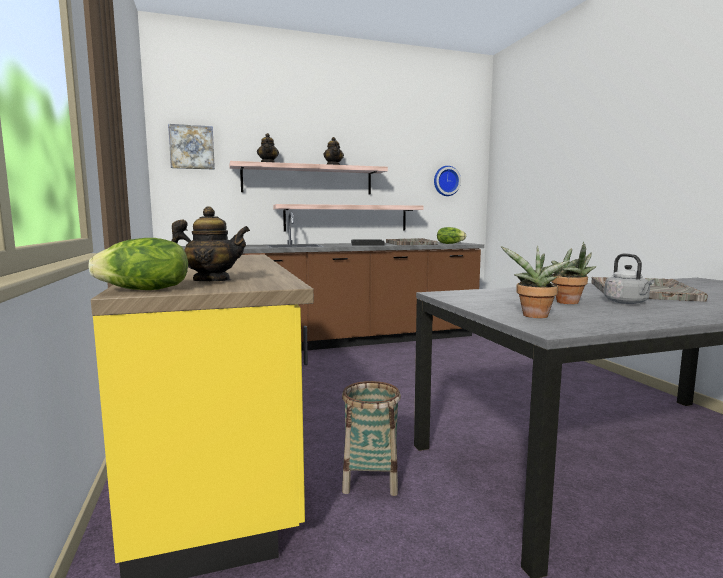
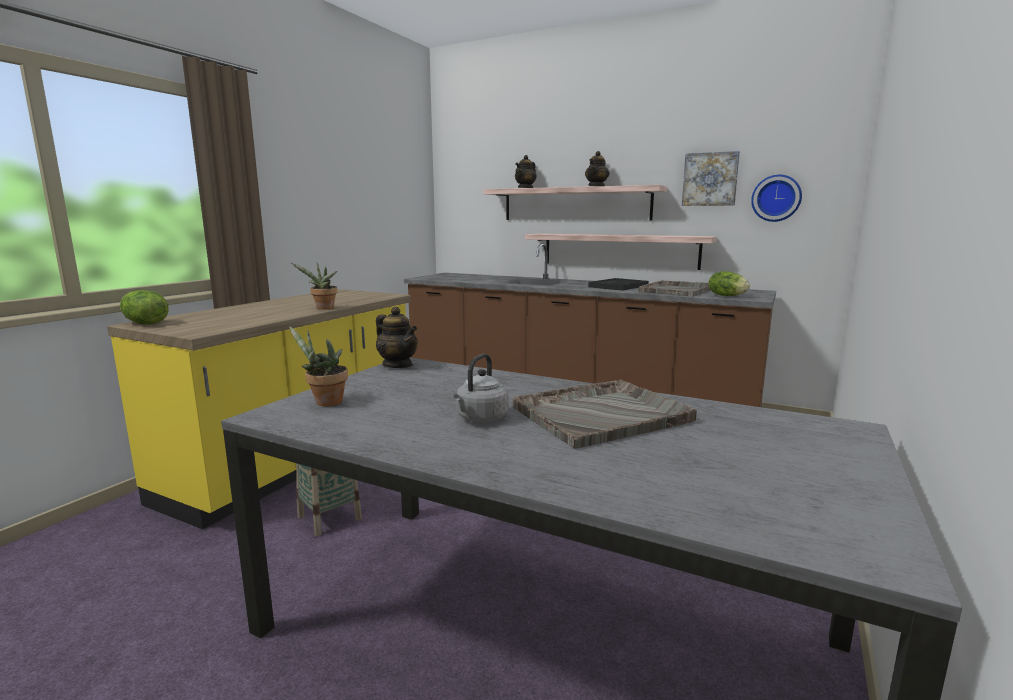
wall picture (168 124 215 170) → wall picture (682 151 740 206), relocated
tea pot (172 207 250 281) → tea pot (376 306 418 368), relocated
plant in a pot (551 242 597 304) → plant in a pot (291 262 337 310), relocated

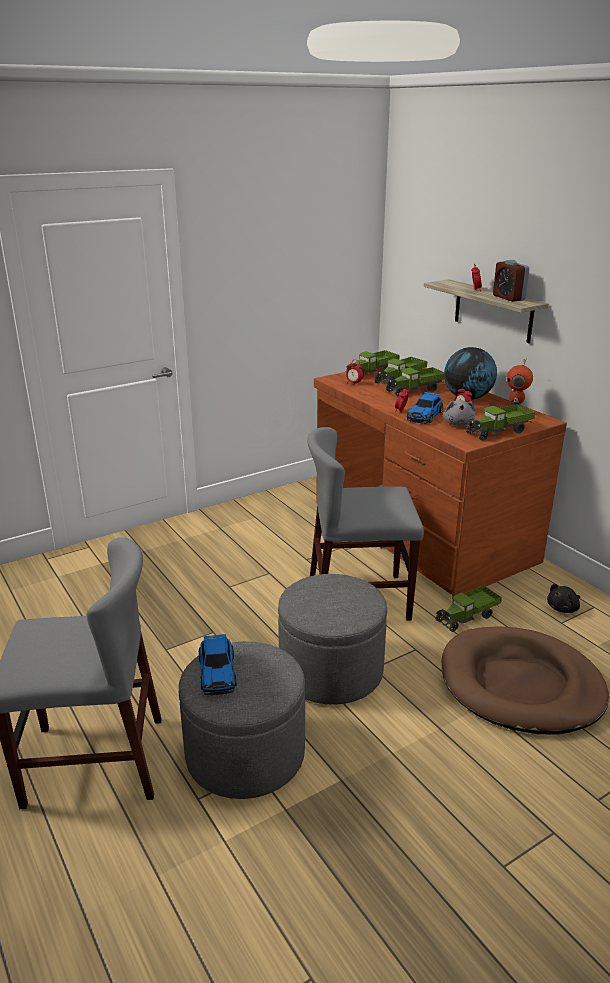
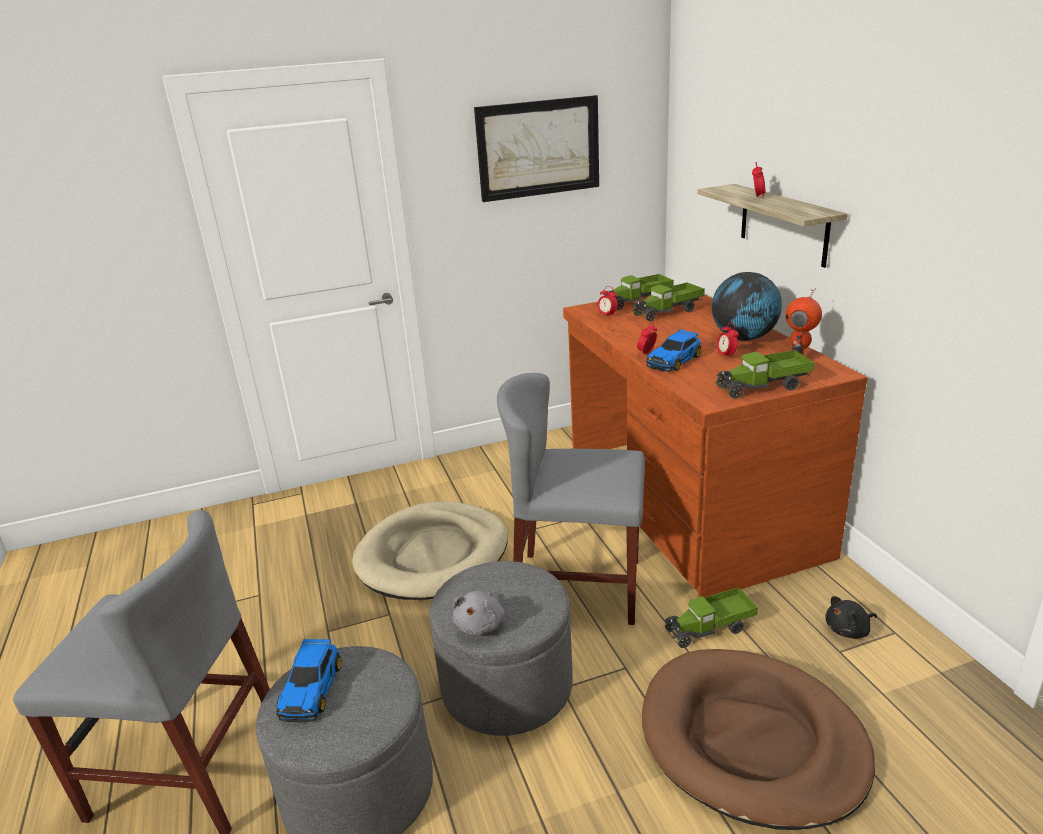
alarm clock (493 260 529 302) → -
toy lorry (385 367 444 397) → -
greyish plush toy (443 400 475 426) → greyish plush toy (453 591 505 635), relocated
- → wall picture (474 95 599 202)
- → beige-coloured dog bed (352 501 508 600)

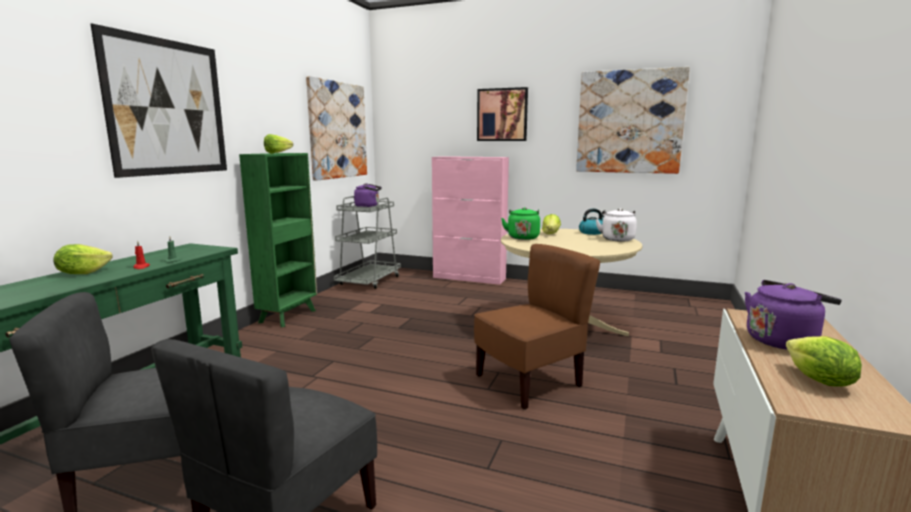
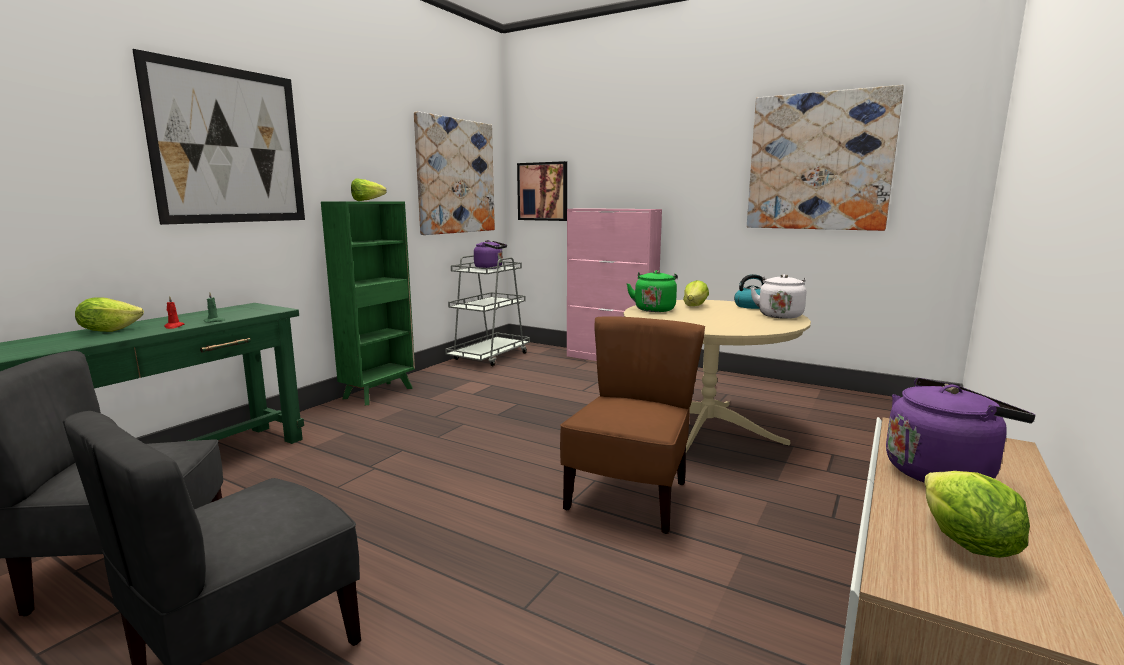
wall picture (477 87 528 141) → wall picture (517 161 567 221), relocated
brown chair (474 244 600 410) → brown chair (560 316 705 534), 45 degrees counterclockwise

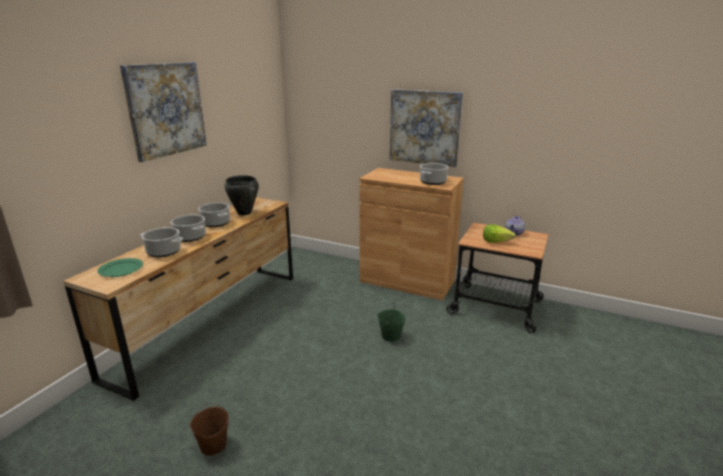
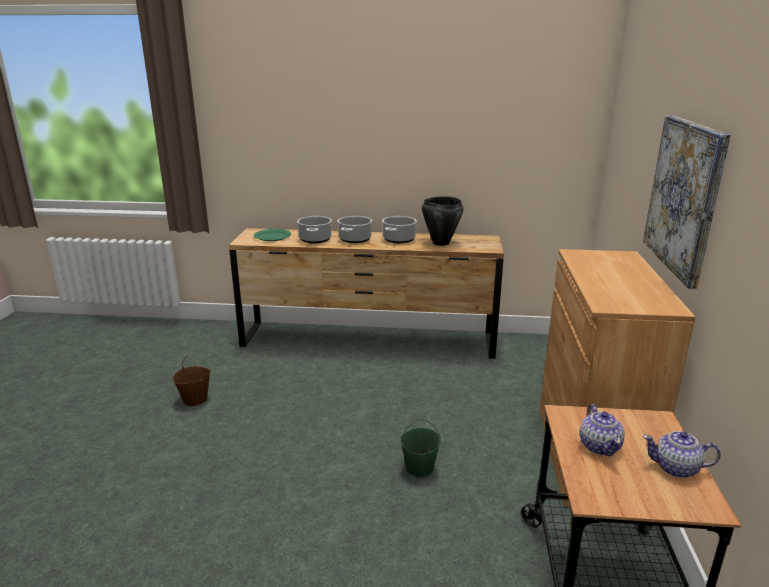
wall picture (120 62 207 162) → -
saucepot (420 163 449 185) → -
head of lettuce (483 224 516 243) → tea pot (580 404 625 456)

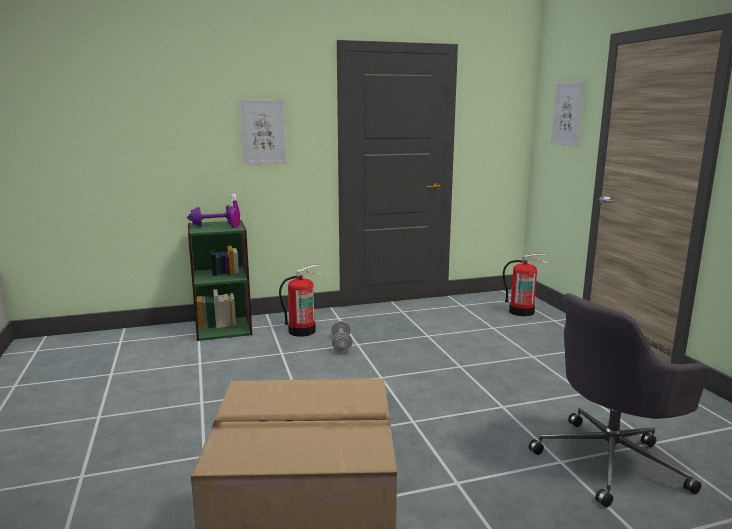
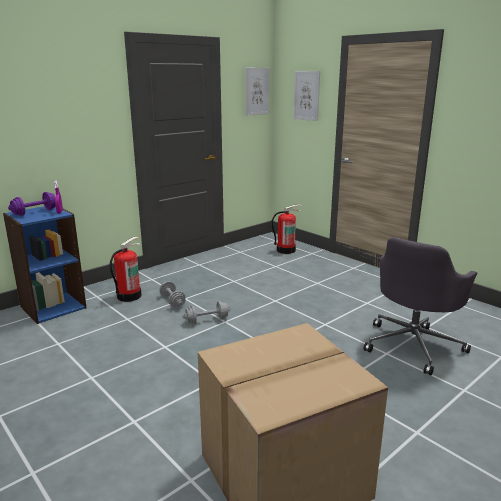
wall picture (239 99 286 165) → wall picture (245 67 269 116), relocated
green shelving unit (188 220 252 341) → blue shelving unit (3 206 87 324)
- → greyish free weight (183 301 230 324)

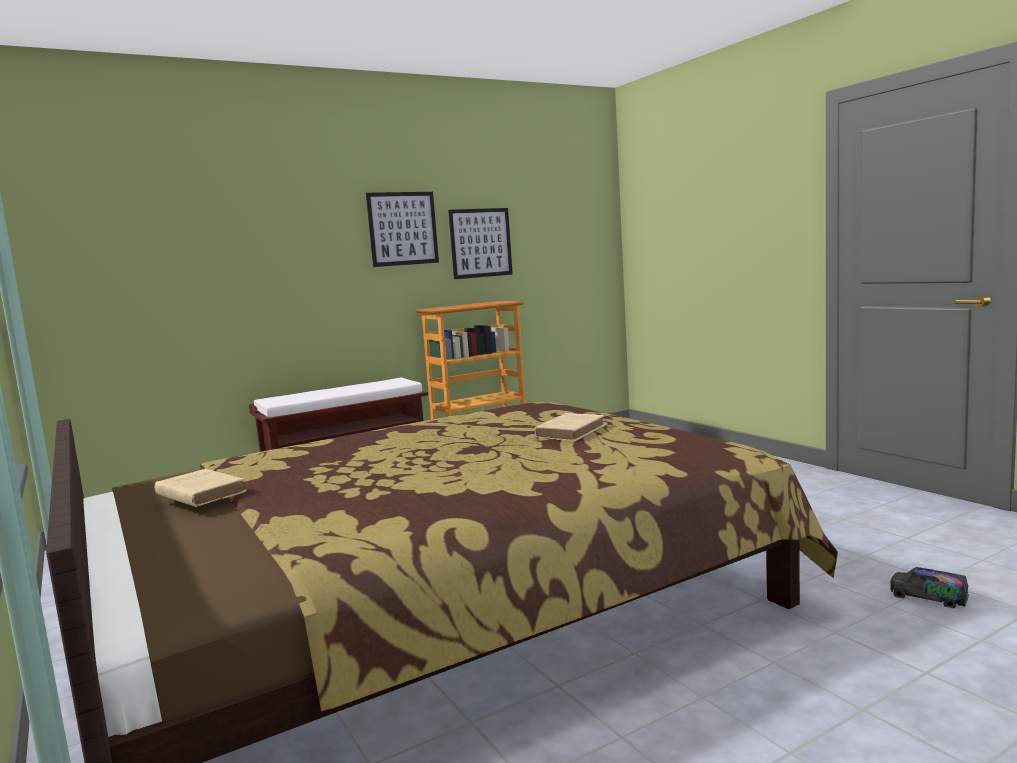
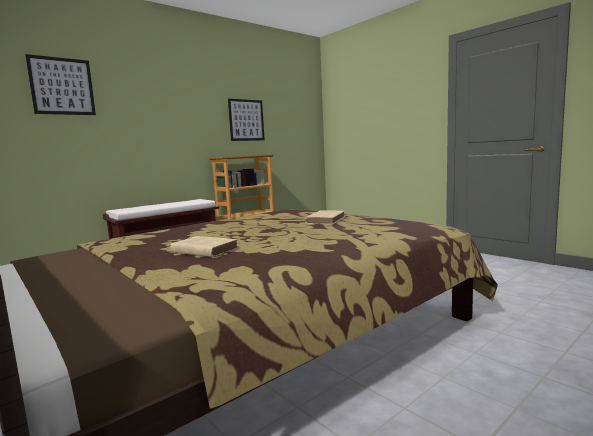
wall picture (366 192 439 267) → wall picture (25 54 96 115), relocated
beige-coloured bound book (155 469 247 507) → beige-coloured bound book (170 236 239 257), relocated
toy lorry (890 567 969 608) → -

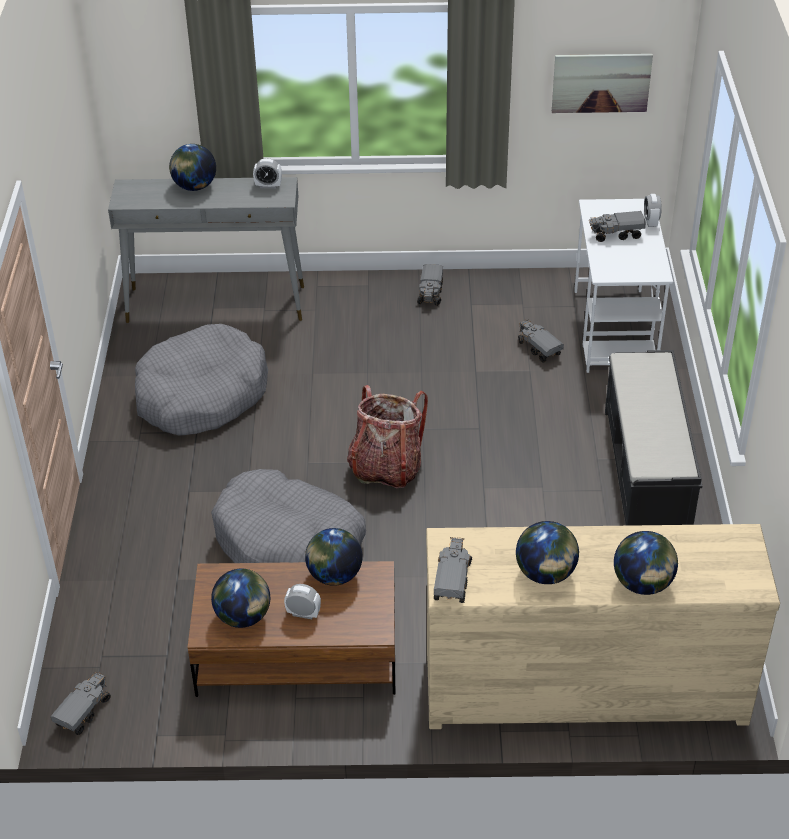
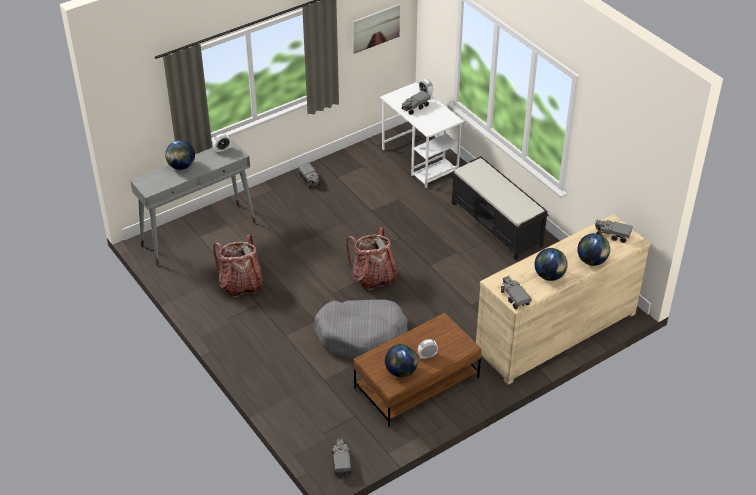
toy lorry (518 319 564 362) → toy lorry (595 220 633 243), relocated
greyish dog bed (135 324 268 436) → knapsack (213 234 263 298)
world globe (305 528 363 586) → -

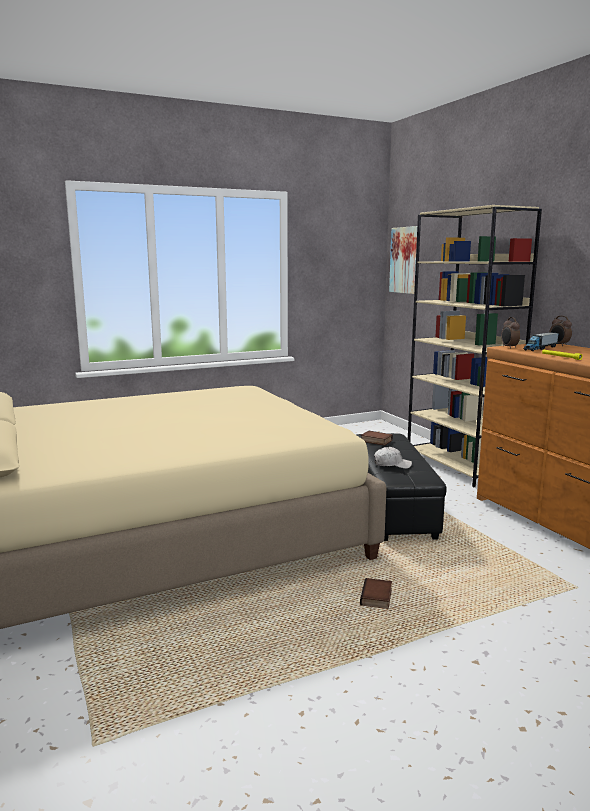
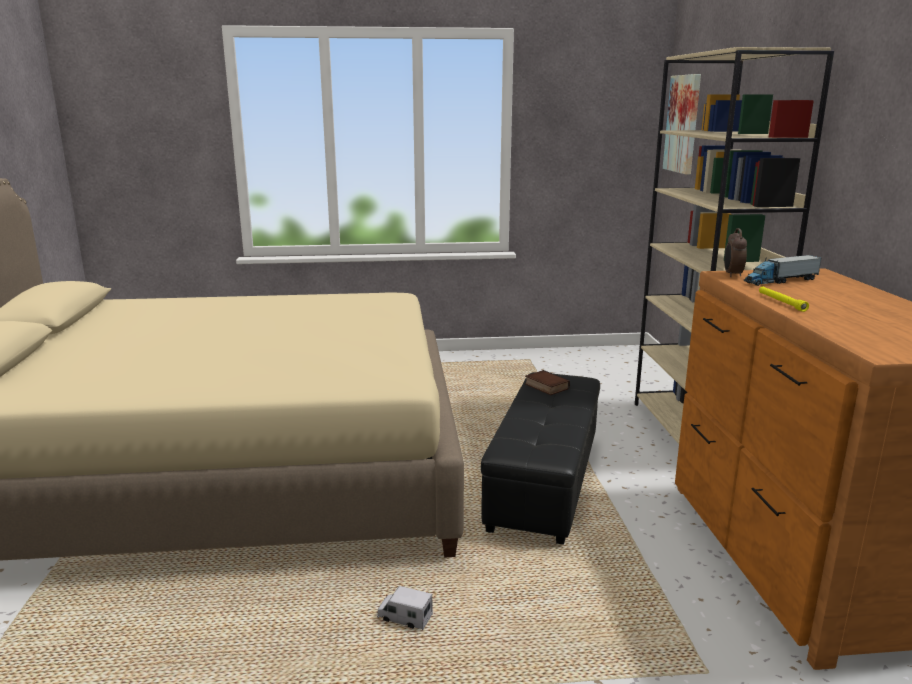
alarm clock (549 316 572 346) → -
white-coloured baseball cap (374 447 412 469) → -
bound book (360 578 392 609) → toy lorry (377 586 433 630)

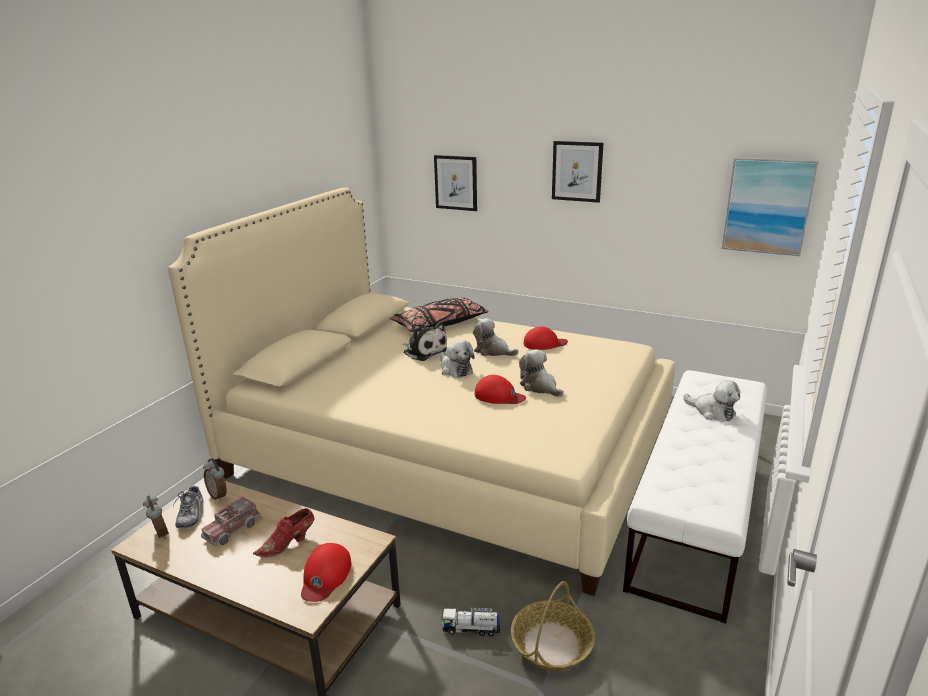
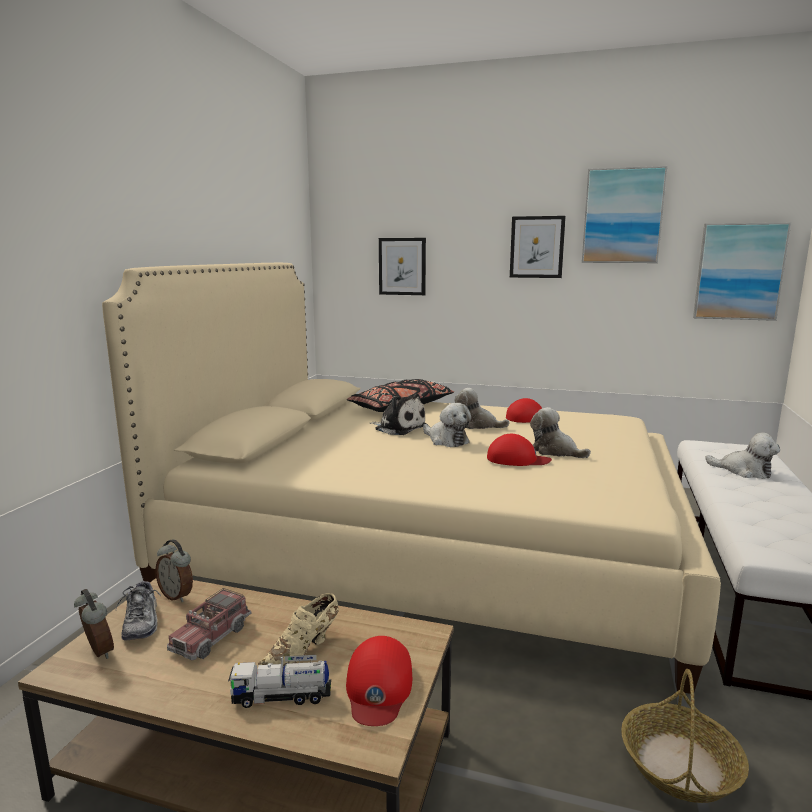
reddish item of footwear (253 508 315 557) → beige-coloured item of footwear (258 593 339 667)
toy lorry (441 608 500 636) → toy lorry (228 655 331 708), relocated
- → wall picture (582 166 668 263)

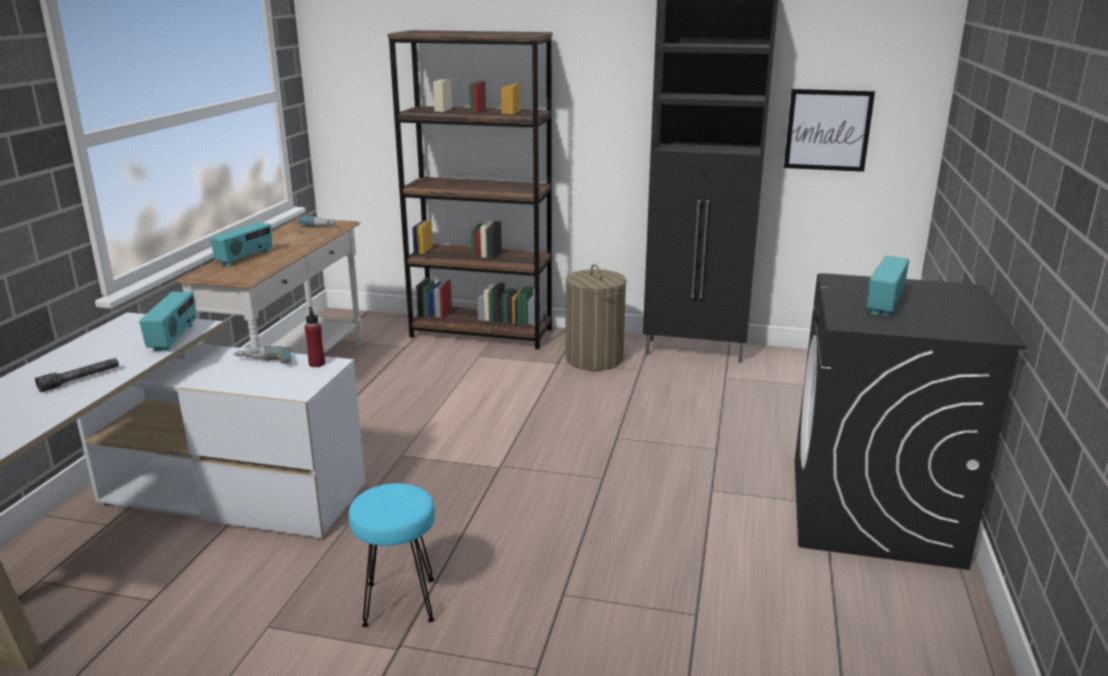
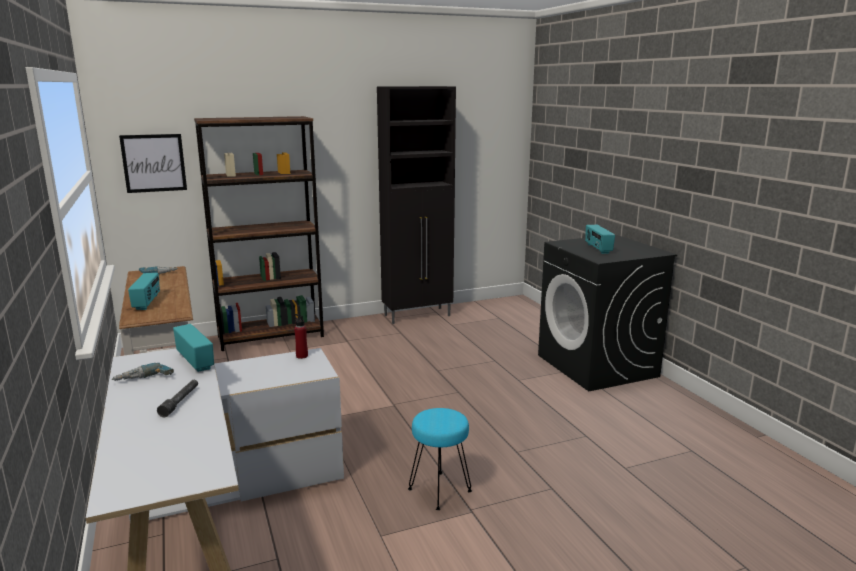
wall picture (784 89 875 172) → wall picture (119 134 187 193), relocated
laundry basket (565 264 626 371) → -
drill (233 346 292 364) → drill (112 363 174 381), relocated

